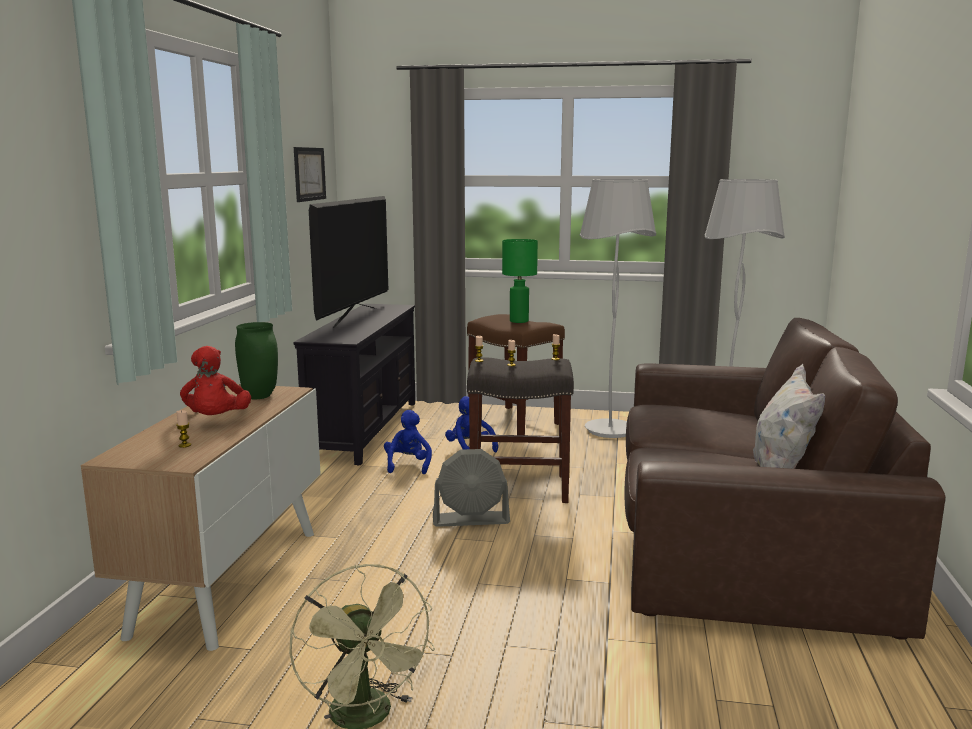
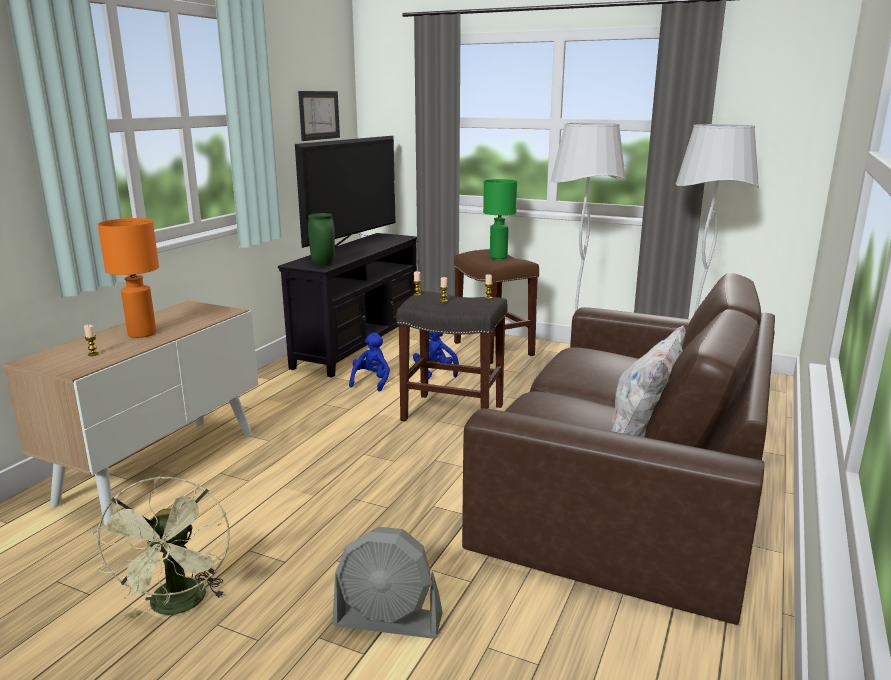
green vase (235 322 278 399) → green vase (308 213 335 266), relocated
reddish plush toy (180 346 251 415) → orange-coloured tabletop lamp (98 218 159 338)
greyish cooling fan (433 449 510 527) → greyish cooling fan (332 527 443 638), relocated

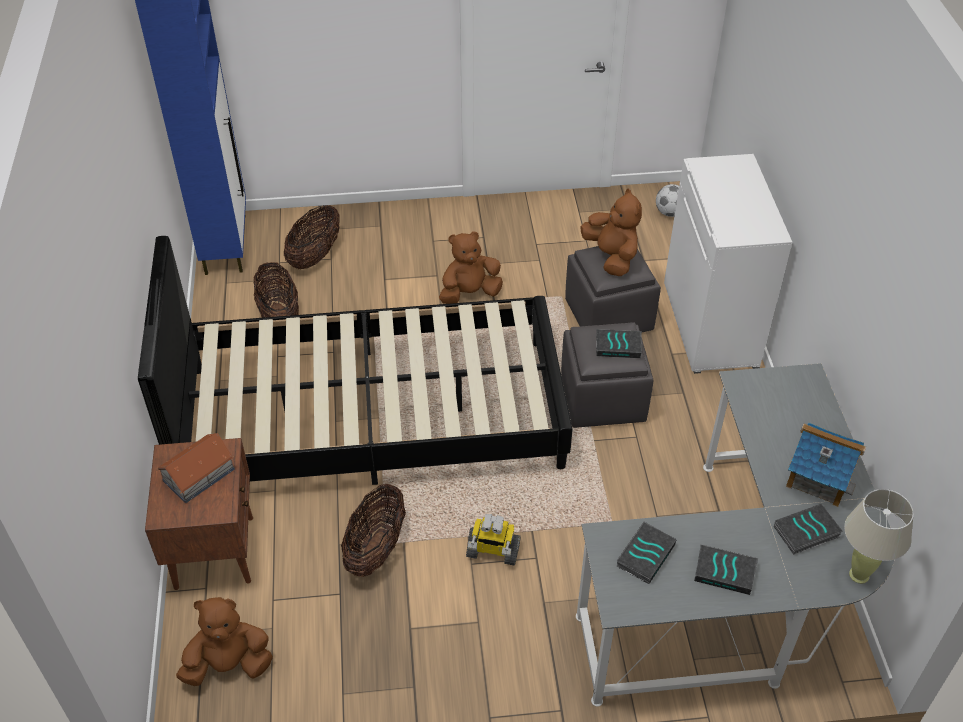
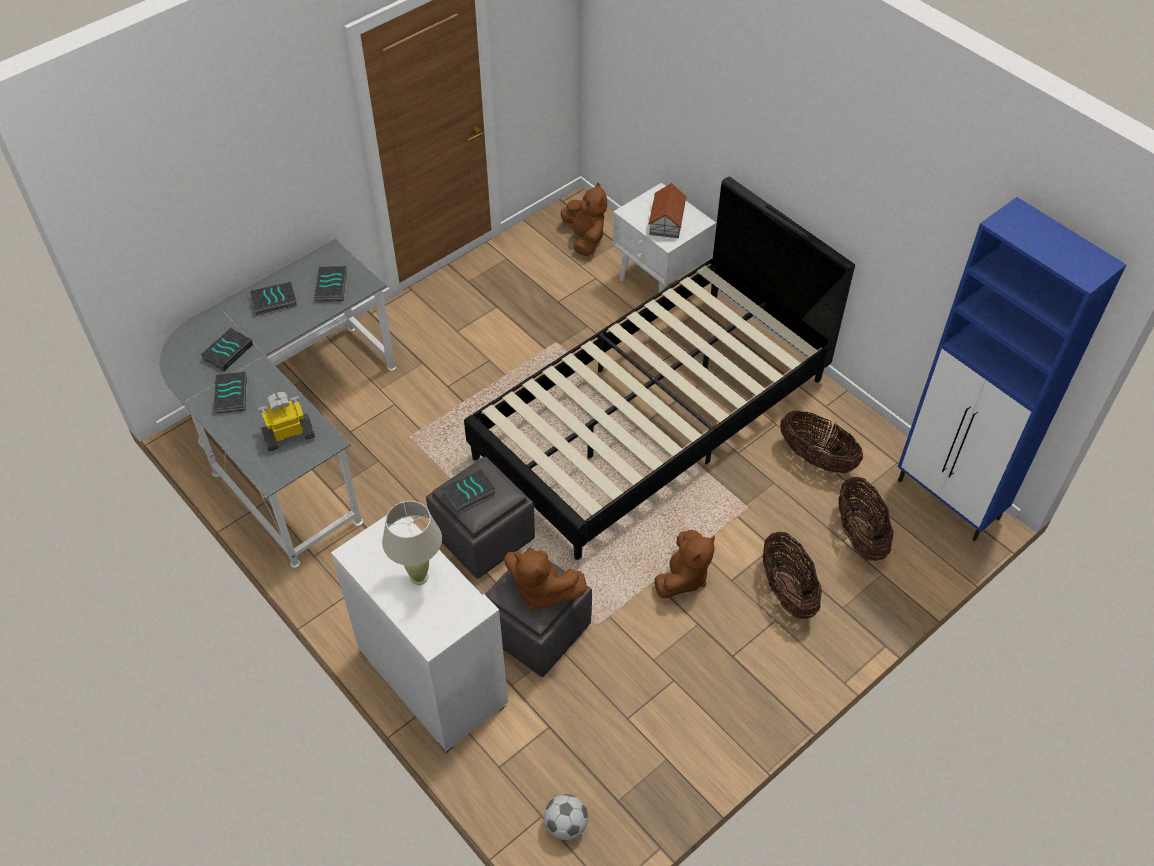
miniature house (786 423 866 507) → bound book (213 372 247 414)
brown bedside table (145 438 253 590) → white-coloured bedside table (612 183 716 292)
storage basket (341 484 406 577) → storage basket (763 532 822 619), relocated
beige-coloured tabletop lamp (844 489 914 584) → beige-coloured tabletop lamp (382 501 442 585), relocated
robot figure (466 514 521 566) → robot figure (258 392 315 451), relocated
brown plush toy (176 597 273 686) → brown plush toy (561 182 607 256), 60 degrees counterclockwise

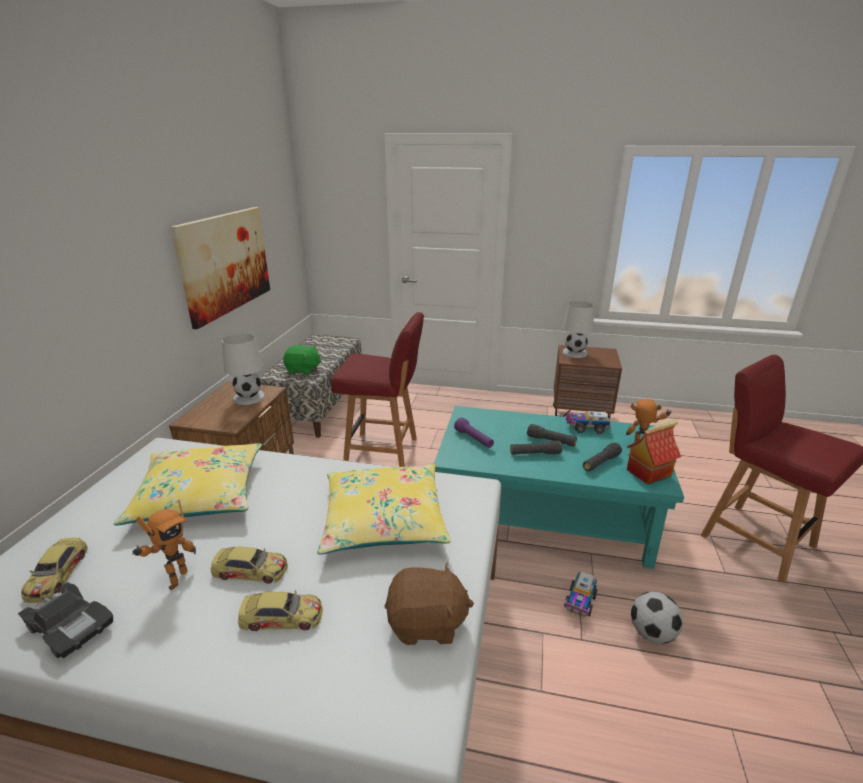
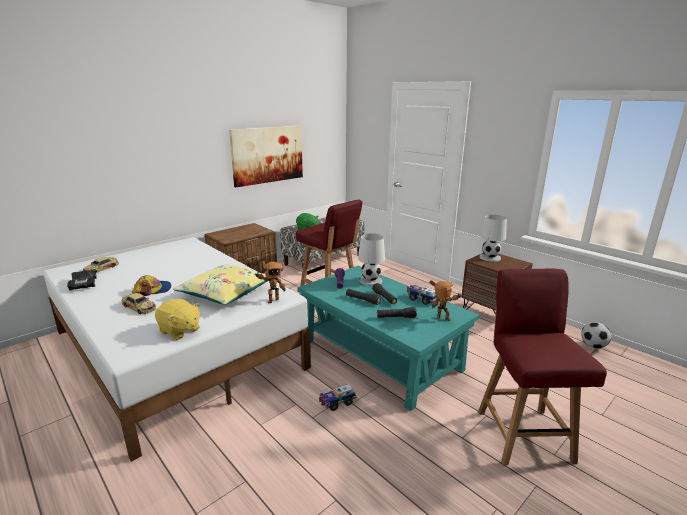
white-coloured tabletop lamp (222 333 265 405) → white-coloured tabletop lamp (358 234 385 286), relocated
miniature house (627 419 681 484) → -
yellow throw pillow (113 444 262 525) → -
robot figure (132 499 196 590) → robot figure (255 260 285 304), relocated
model car (210 547 288 584) → baseball cap (132 275 171 296)
brown plush toy (384 562 474 645) → yellow plush toy (155 299 200 340)
football (631 592 683 644) → football (581 322 611 348), relocated

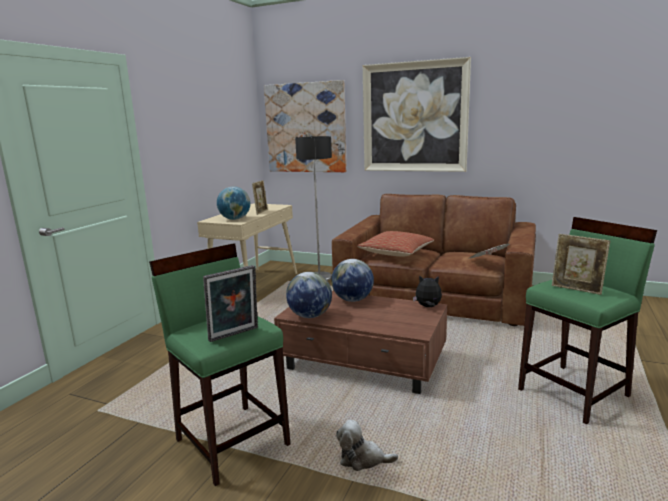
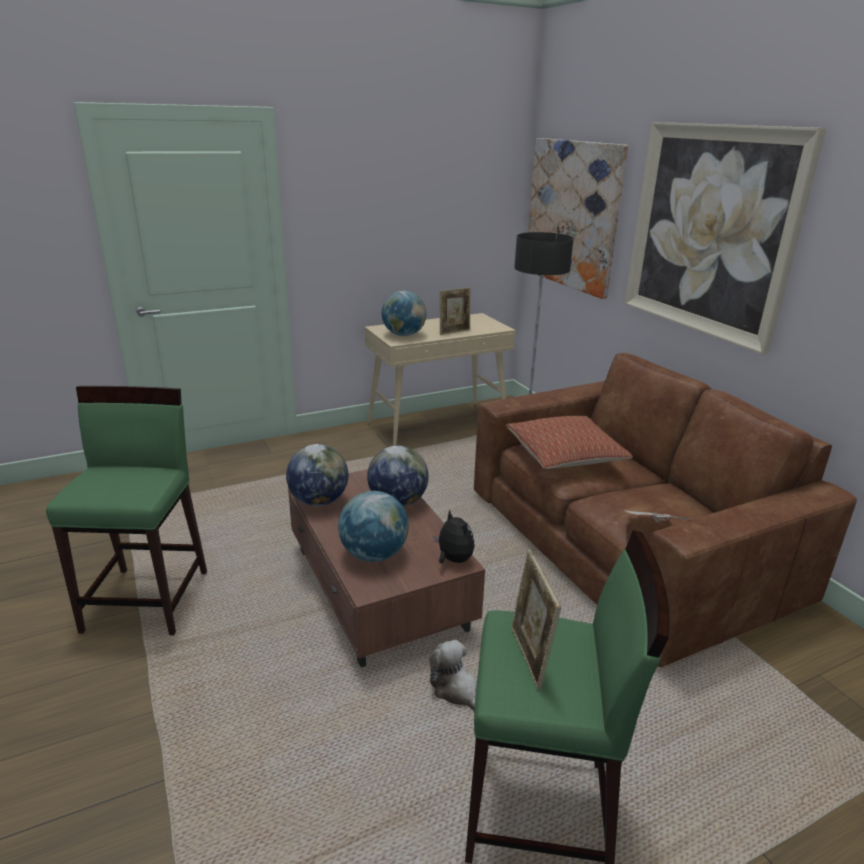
standing frame (203 265 258 342) → -
plush toy (336 420 398 471) → plush toy (429 640 477 710), relocated
- → world globe (338 491 409 562)

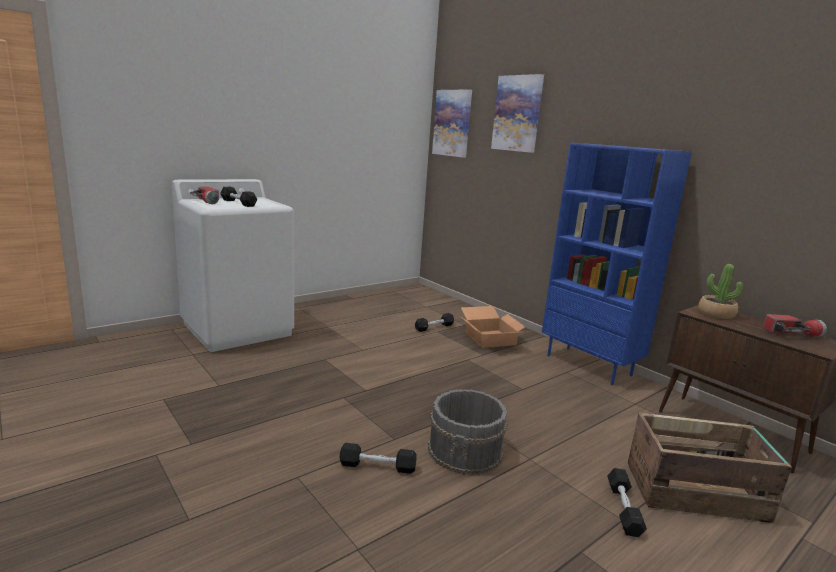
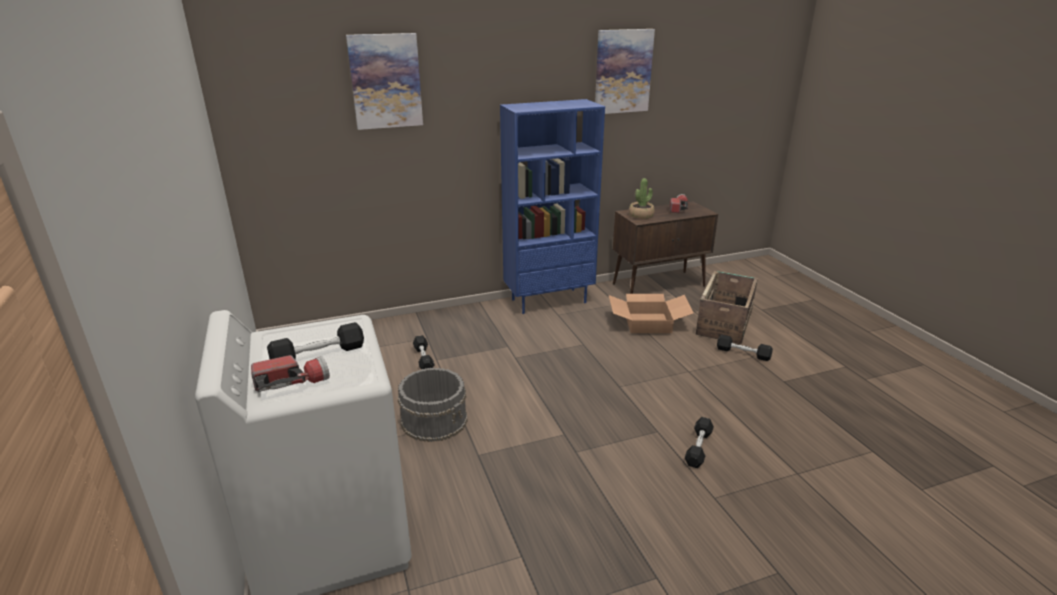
wall picture (432 89 472 158) → wall picture (595 29 655 114), relocated
packing box (461 306 525 348) → packing box (609 294 693 333), relocated
greyish water bucket (428 389 508 475) → greyish water bucket (398 368 468 442), relocated

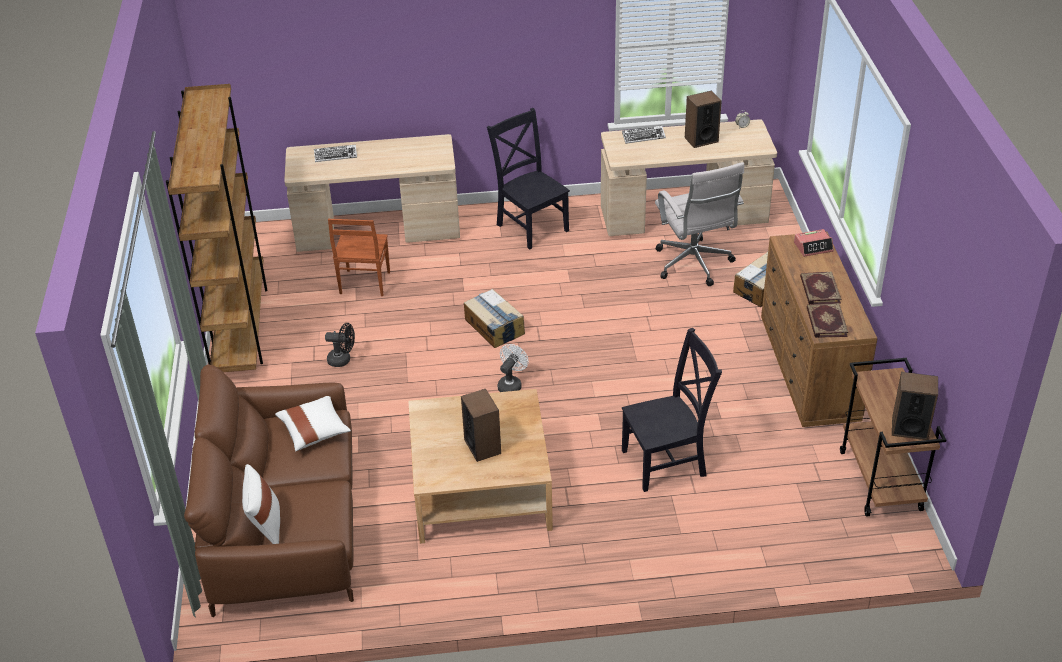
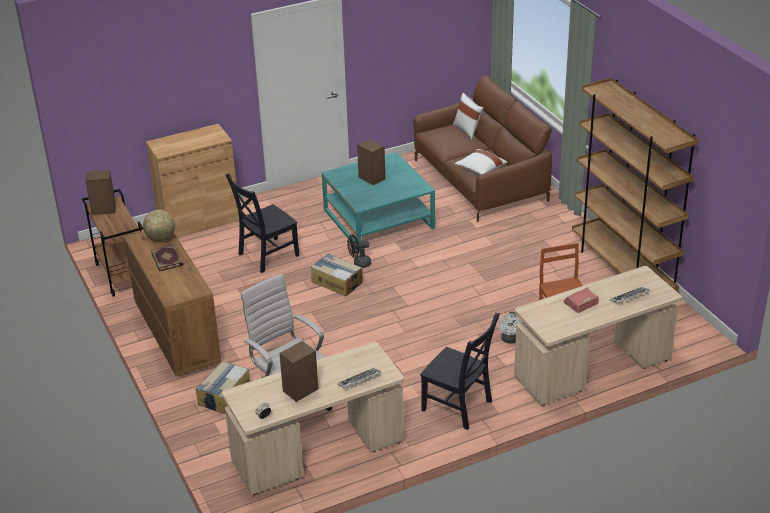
alarm clock (794 229 834 257) → alarm clock (563 287 599 313), relocated
packing box (464 289 525 348) → packing box (311 253 363 296), relocated
bound book (806 303 848 338) → world globe (143 210 175 241)
blackish cooling fan (325 323 355 367) → blackish cooling fan (347 235 371 268), relocated
white-coloured cooling fan (497 344 529 392) → white-coloured cooling fan (498 311 522 344), relocated
beige-coloured low table (408 389 553 544) → turquoise low table (322 152 435 251)
- → brown cabinet (146 124 239 238)

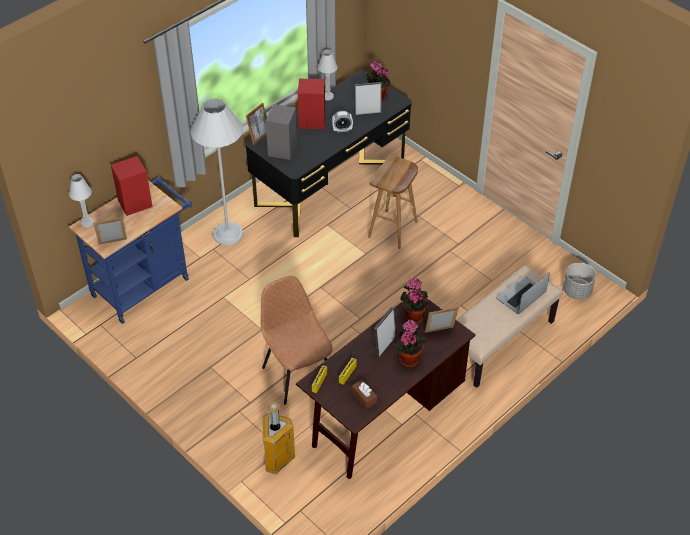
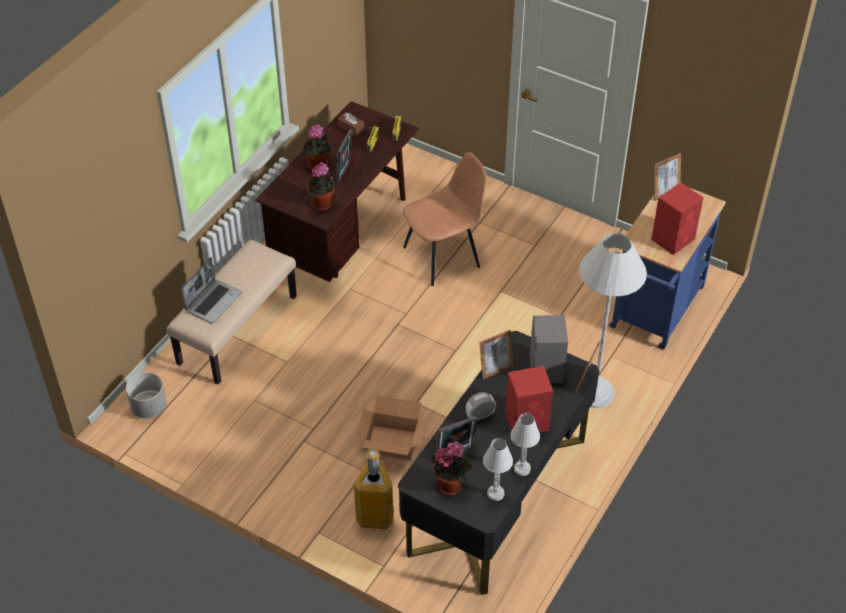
brown stool seat (368 155 418 249) → packing box (356 396 428 461)
white-coloured tabletop lamp (69 174 94 228) → white-coloured tabletop lamp (483 438 513 501), relocated
brown chair (260 276 333 405) → brown chair (403 152 486 286), 75 degrees counterclockwise
standing frame (425 307 458 333) → standing frame (479 330 513 379), relocated
waste bin (262 402 295 474) → waste bin (354 448 394 529), relocated

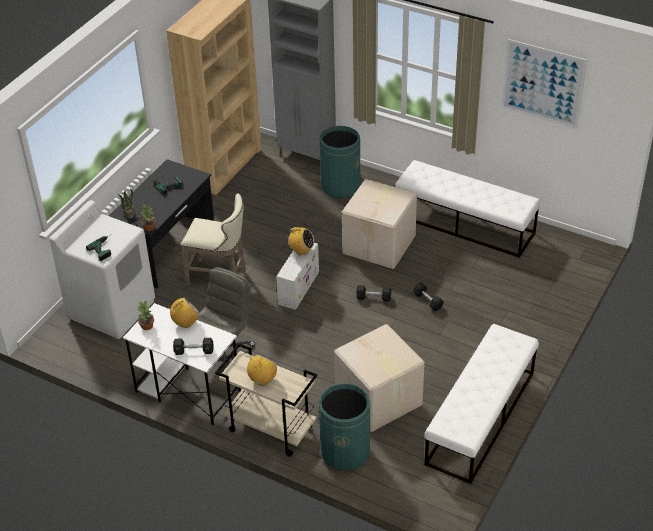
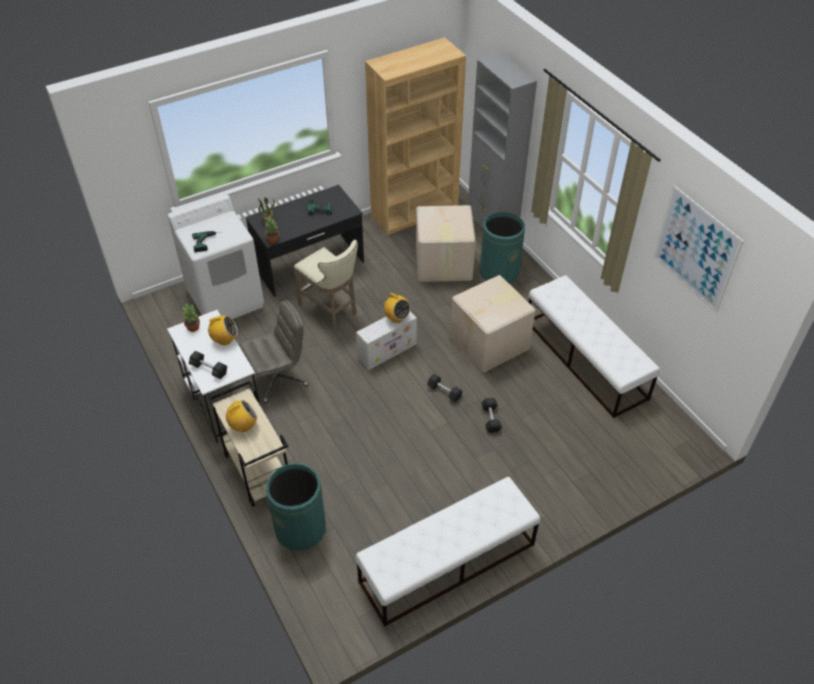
packing box (334 324 425 432) → packing box (416 205 476 282), relocated

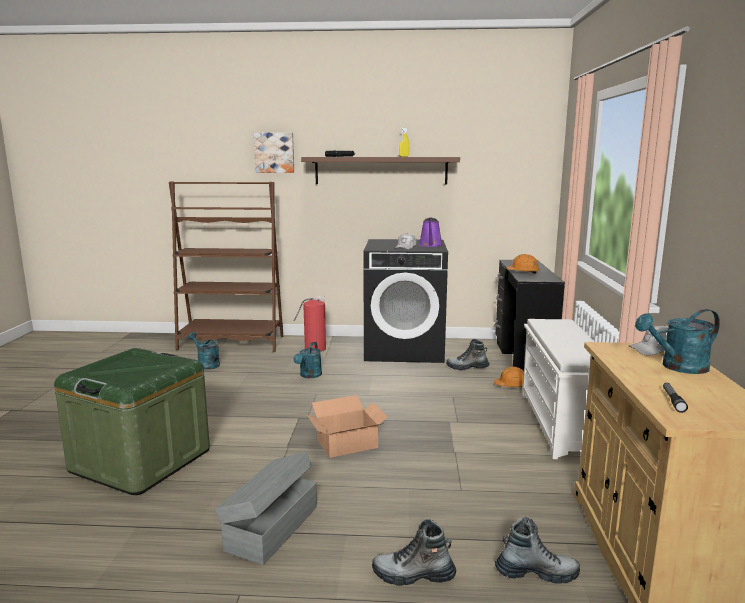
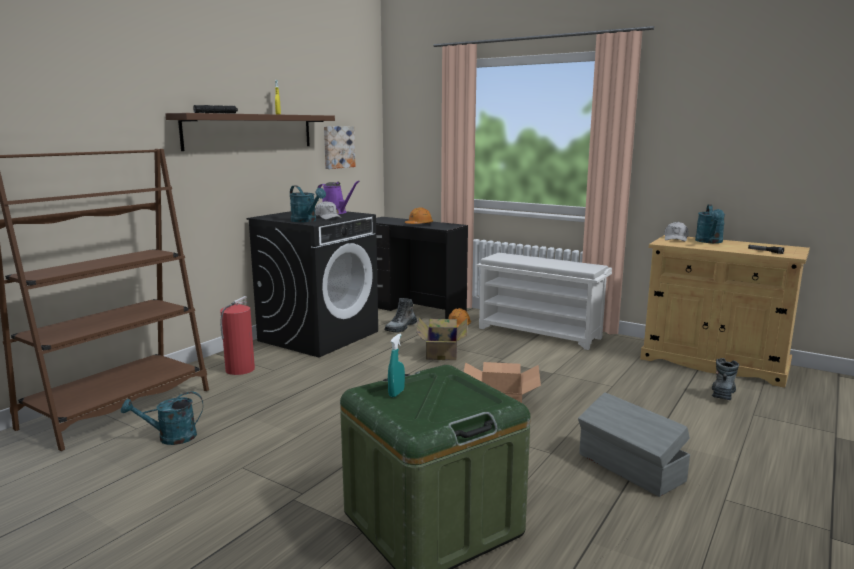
wall picture (254 133 294 173) → wall picture (324 126 356 169), relocated
turquoise watering can (293 342 322 378) → turquoise watering can (290 185 326 222), relocated
high-top boot (372 519 456 586) → -
- → packing box (416 318 467 360)
- → turquoise sprayer (388 334 405 397)

